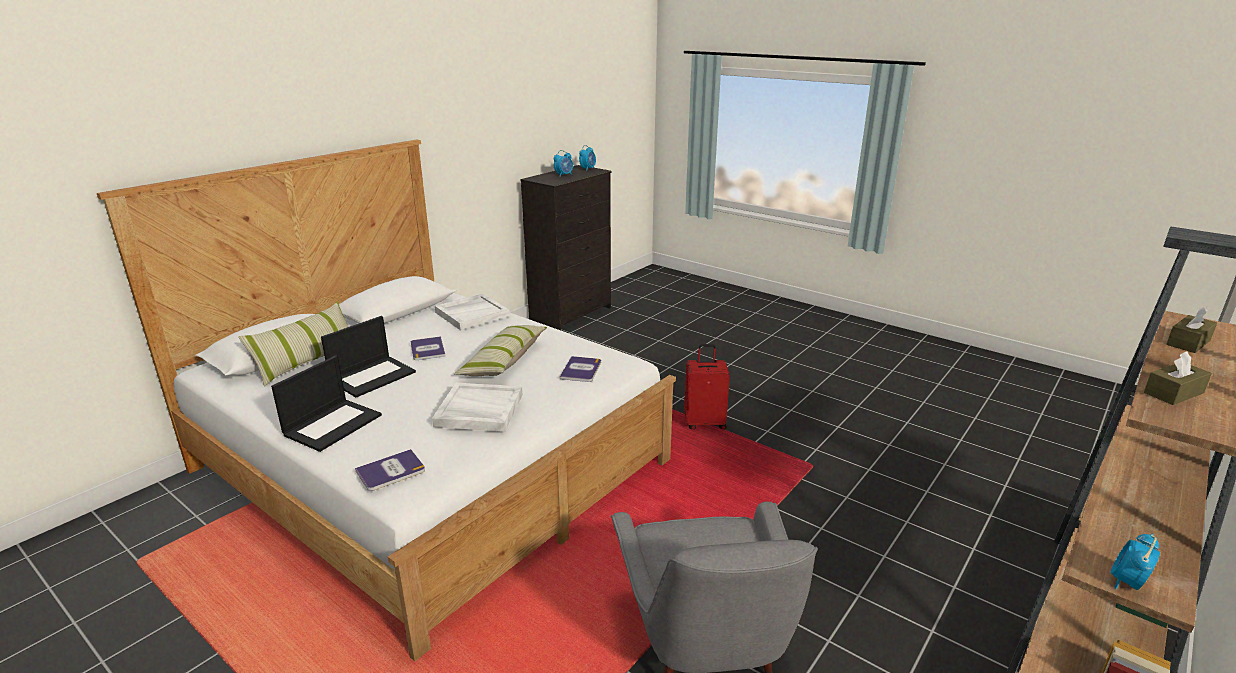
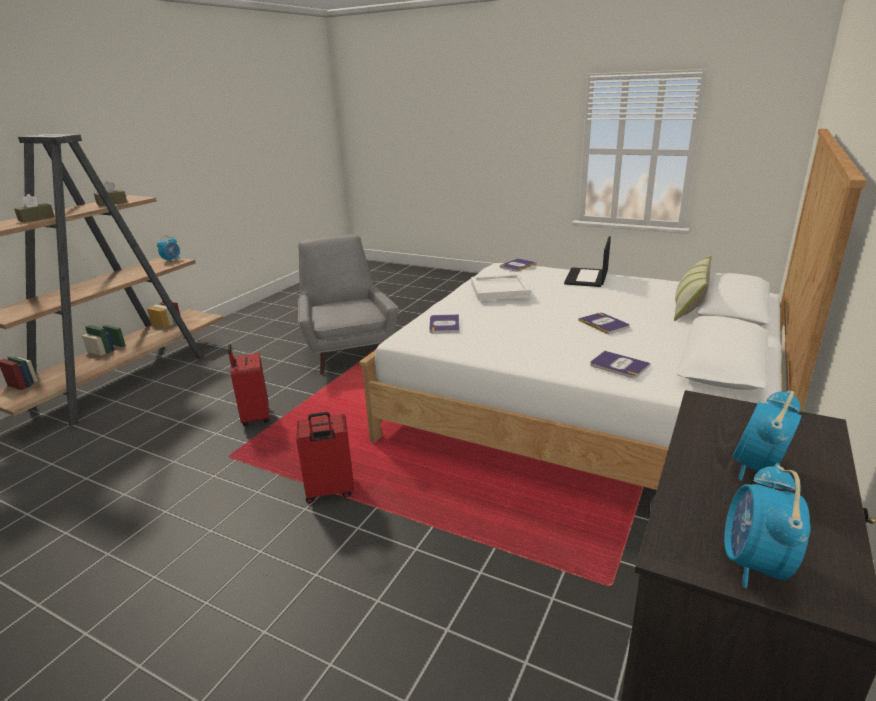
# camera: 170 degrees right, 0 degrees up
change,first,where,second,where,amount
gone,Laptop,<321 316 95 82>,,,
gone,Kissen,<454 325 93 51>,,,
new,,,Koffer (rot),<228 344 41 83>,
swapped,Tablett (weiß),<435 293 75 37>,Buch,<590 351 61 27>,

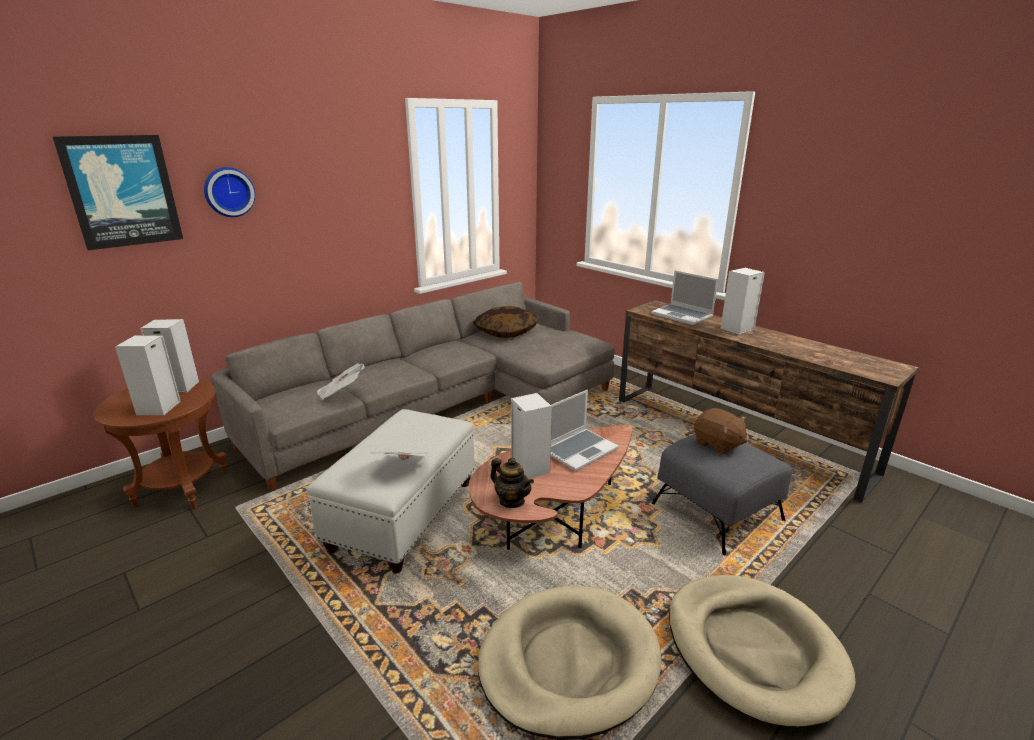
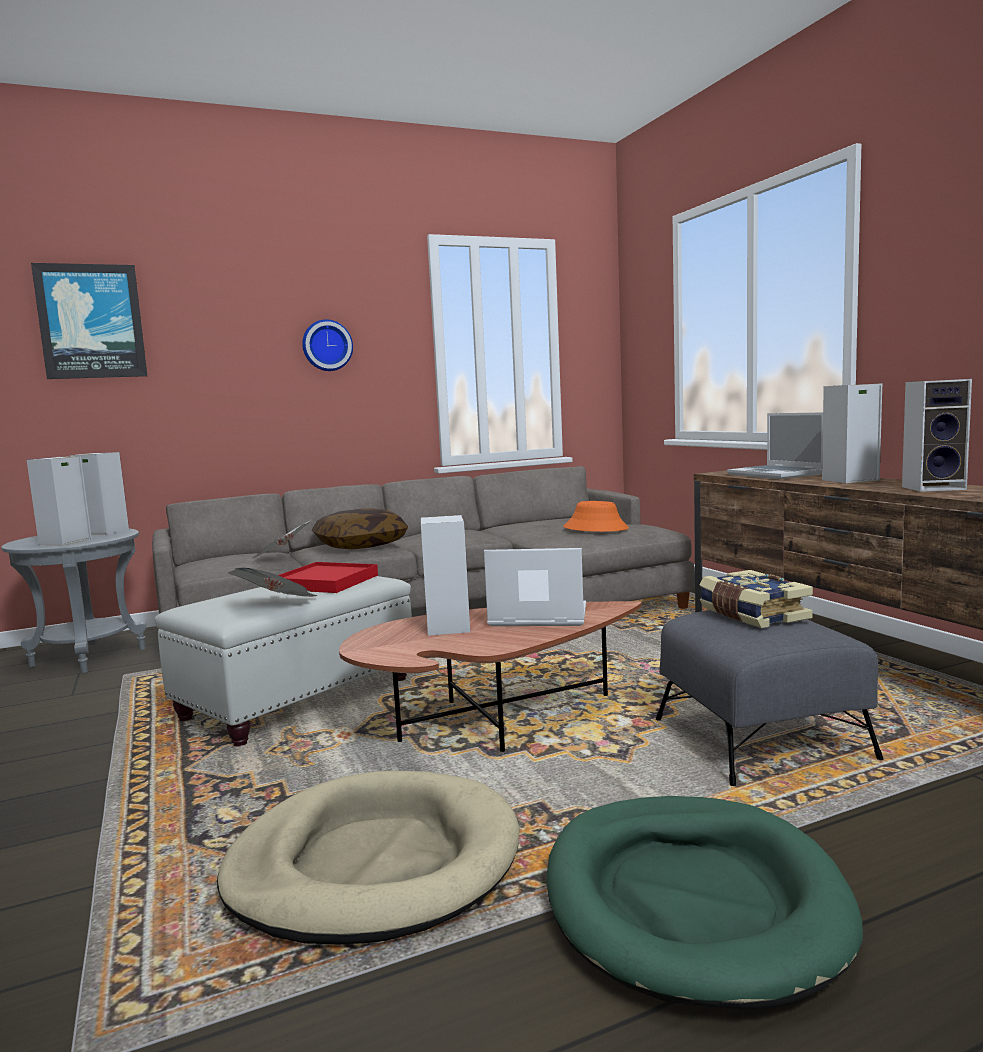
# camera: 20 degrees right, 15 degrees down
change,first,where,second,where,amount
gone,Teekanne,<491 458 43 50>,,,
new,,,Tablett (rot),<279 562 99 31>,
new,,,Hut (orange),<563 501 66 31>,
new,,,Lautsprecher,<902 379 70 113>,
shifted,Wanduhr,<204 167 51 50>,,<302 319 51 52>,
shifted,Kissen,<473 306 66 32>,,<312 508 96 41>,
swapped,Plüschtier (braun),<694 408 53 47>,Buch,<700 570 113 58>,
repainted,Beistelltisch (braun),<93 379 135 130>,Beistelltisch (grau),<1 529 145 144>,
repainted,Hundebett (beige),<669 575 187 153>,Hundebett (grün),<546 796 317 213>,
rotated,Laptop,<551 390 68 81>,,<484 548 102 78>,150 degrees counterclockwise

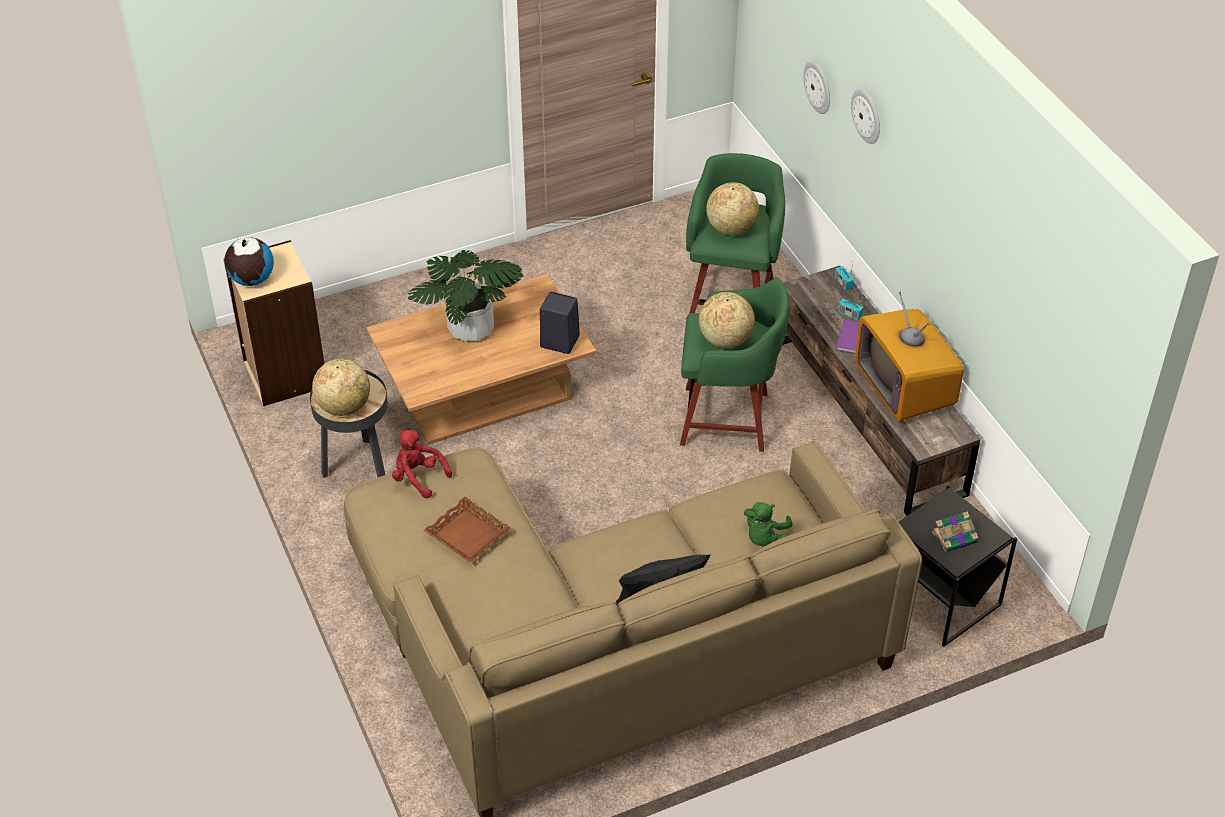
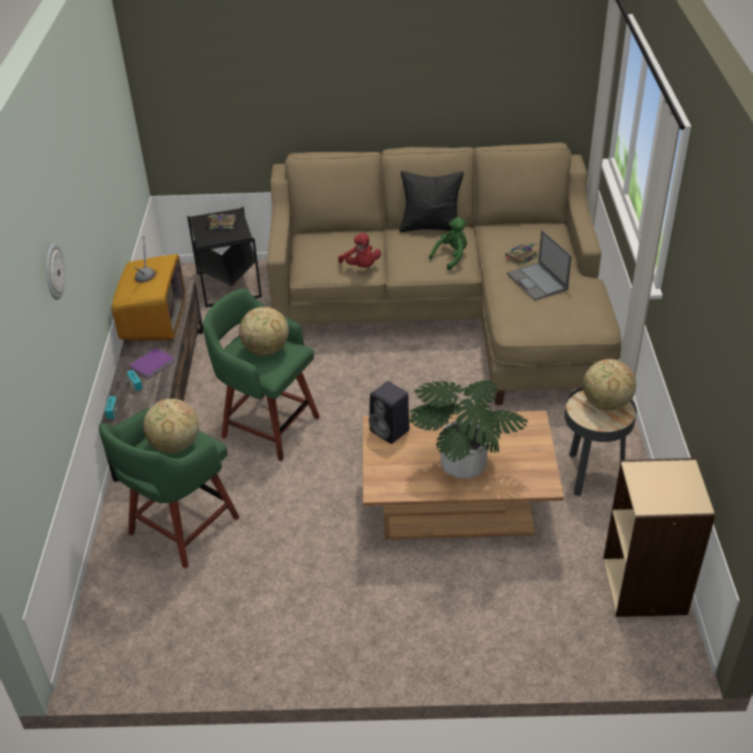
# camera: 155 degrees left, 5 degrees down
change,first,where,second,where,amount
gone,Globus,<224 237 50 49>,,,
gone,Wanduhr,<803 62 27 52>,,,
new,,,Buch,<505 242 33 24>,
shifted,Plüschtier (rot),<392 430 60 68>,,<338 233 43 34>,
shifted,Plüschtier (grün),<744 502 48 44>,,<429 217 38 53>,
swapped,Tablett (braun),<423 497 88 66>,Laptop,<507 230 65 71>,

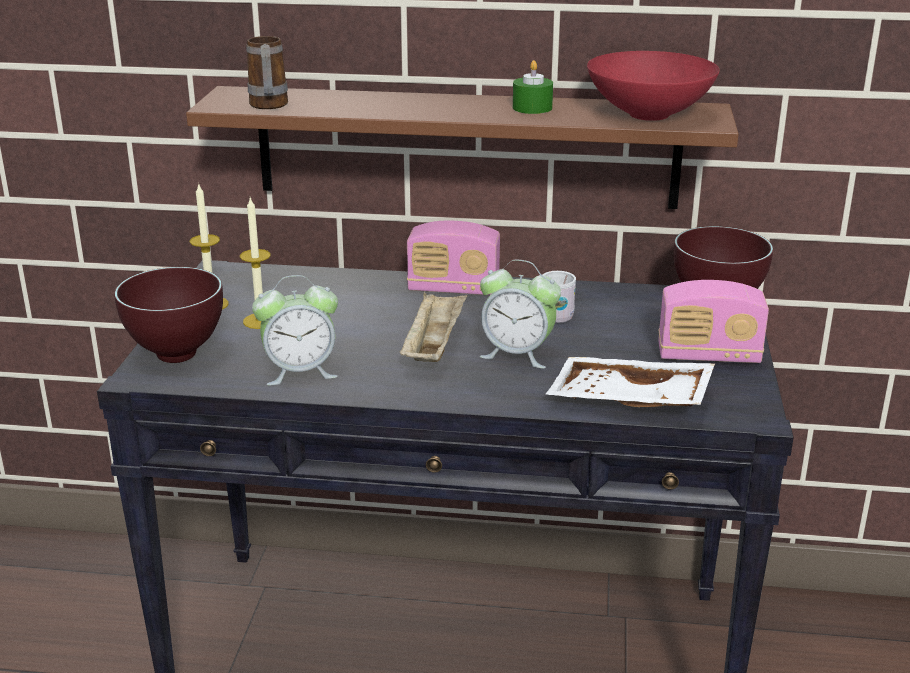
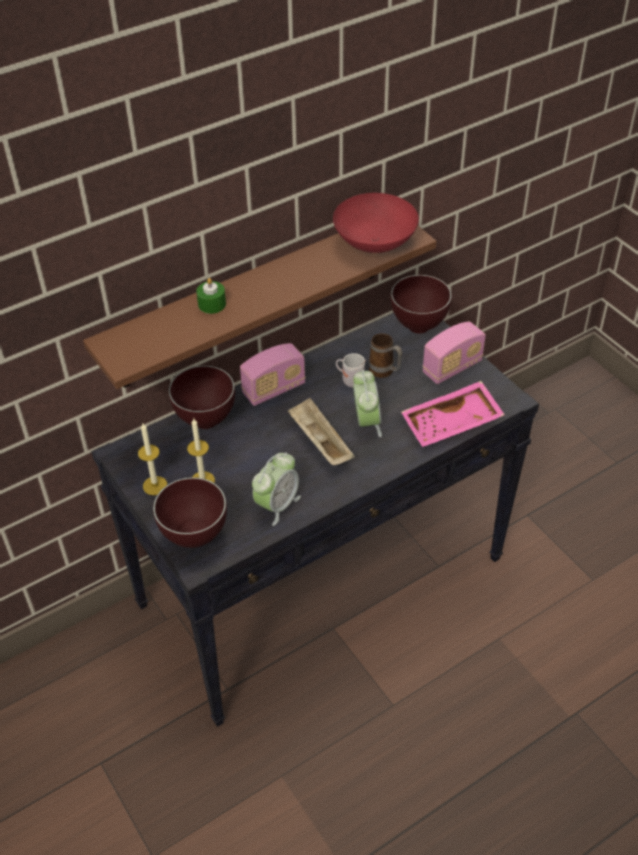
# camera: 40 degrees left, 20 degrees up
change,first,where,second,where,amount
new,,,Schüssel (braun),<169 366 66 63>,
shifted,Henkelbecher,<246 36 42 73>,,<369 333 34 45>,
shifted,Kerze (grün),<513 60 40 54>,,<196 278 30 36>,
repainted,Tablett (weiß),<545 357 170 50>,Tablett (rosa),<401 381 104 66>,
rotated,Wecker,<480 260 81 108>,,<353 370 29 67>,75 degrees counterclockwise

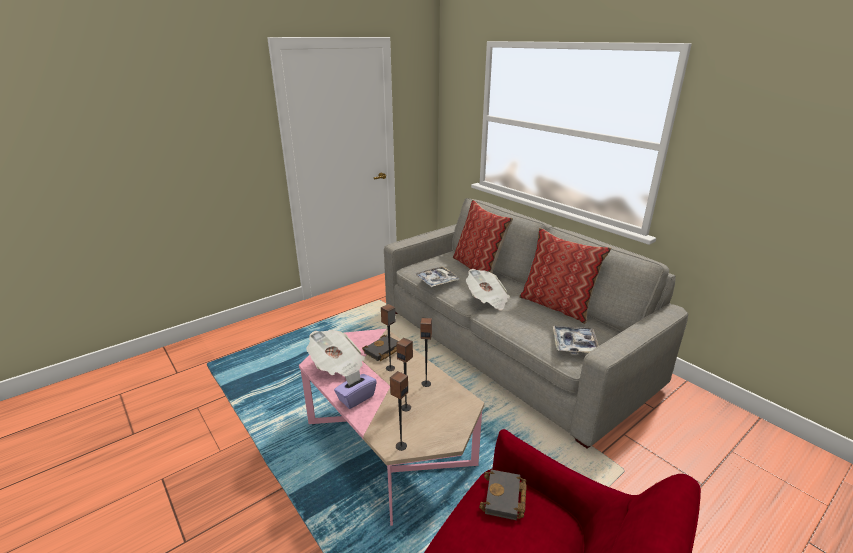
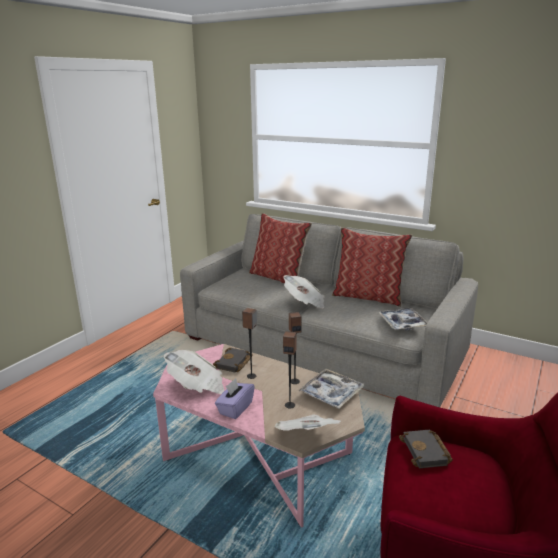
# camera: 20 degrees left, 5 degrees down
change,first,where,second,where,amount
shifted,Tablett,<415 266 45 21>,,<298 369 66 40>,
swapped,Lautsprecher,<390 371 18 80>,Zeitung,<275 414 66 17>,

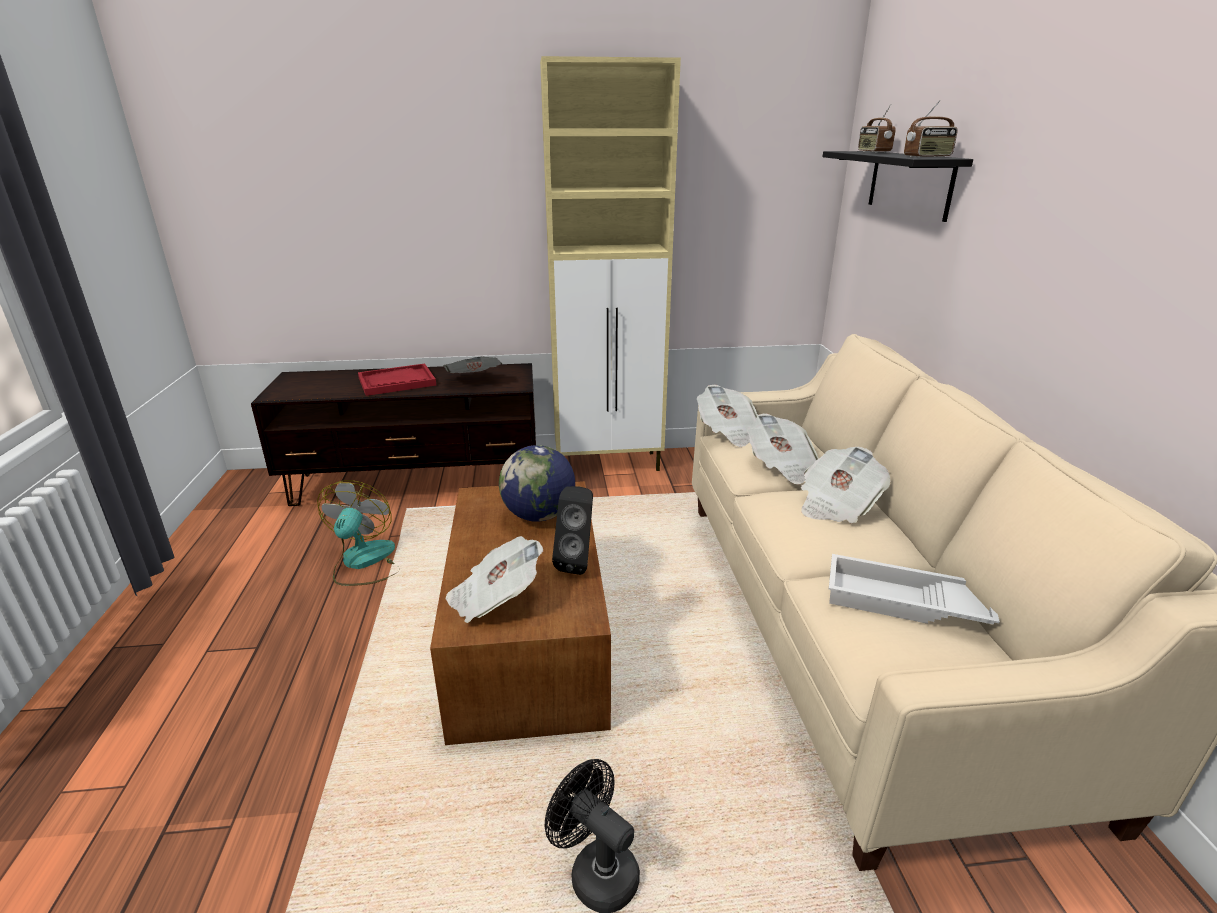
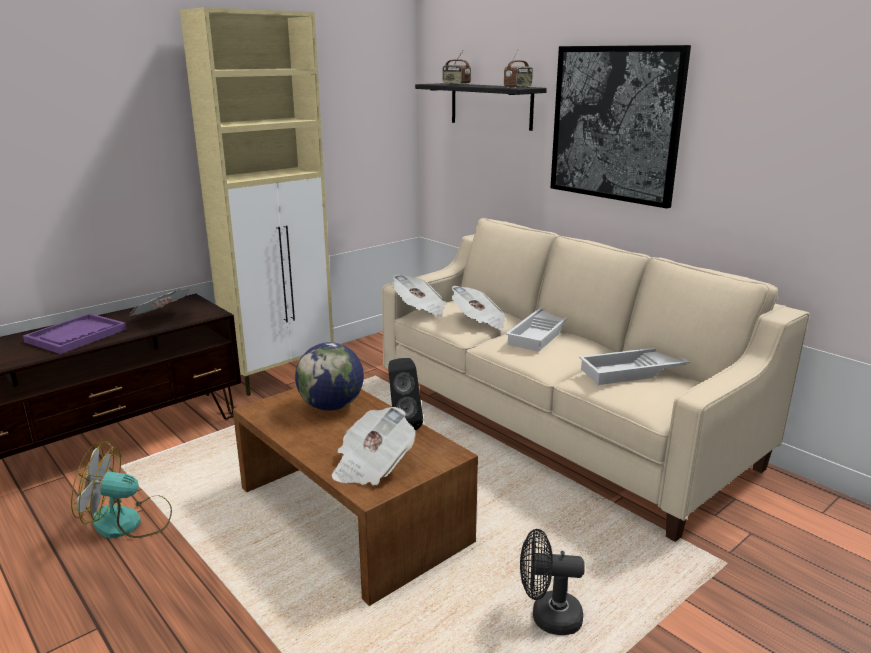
# camera: 35 degrees left, 5 degrees down
change,first,where,second,where,amount
new,,,Bild,<550 45 141 164>,
swapped,Zeitung,<801 447 89 76>,Tablett (weiß),<505 307 63 45>,
repainted,Tablett (rot),<358 363 78 33>,Tablett (lila),<23 313 104 41>,
rotated,Ventilator,<317 480 83 106>,,<71 441 101 97>,60 degrees counterclockwise

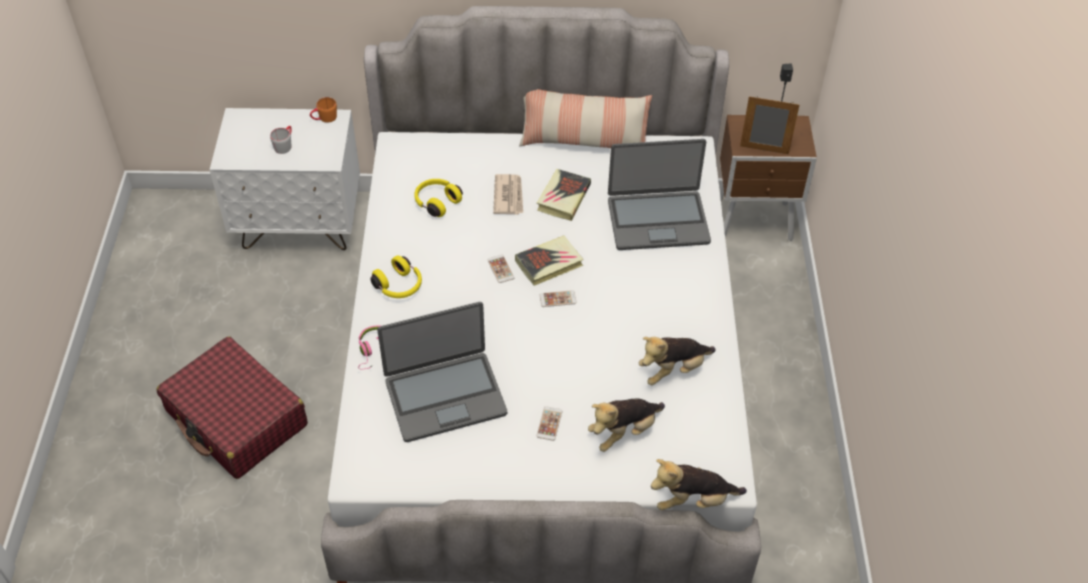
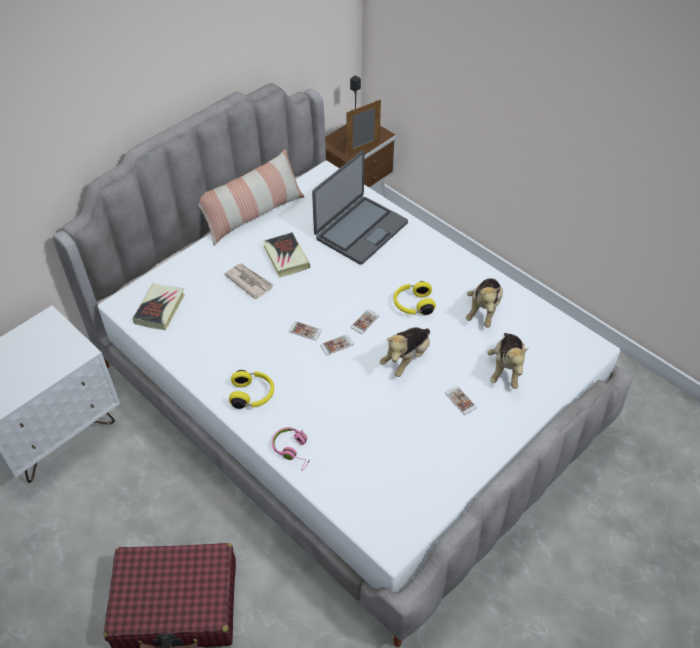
# camera: 45 degrees left, 0 degrees up
change,first,where,second,where,amount
gone,Henkelbecher (grau),<270 126 22 28>,,,
gone,Henkelbecher (orange),<310 97 27 26>,,,
gone,Laptop,<377 302 130 140>,,,
new,,,Handy,<320 334 34 21>,
shifted,Kopfhörer (gelb),<414 179 49 38>,,<393 281 43 34>,
shifted,Buch,<515 235 68 51>,,<133 283 52 47>,
shifted,Plüschtier,<651 459 96 51>,,<380 327 50 50>,

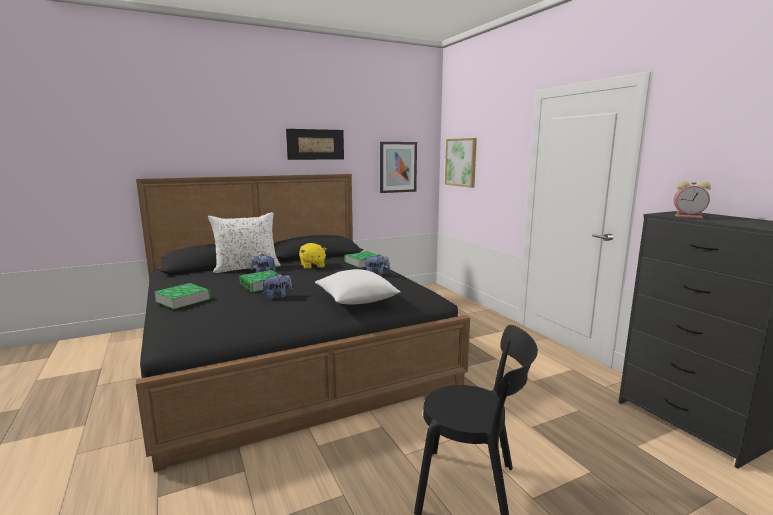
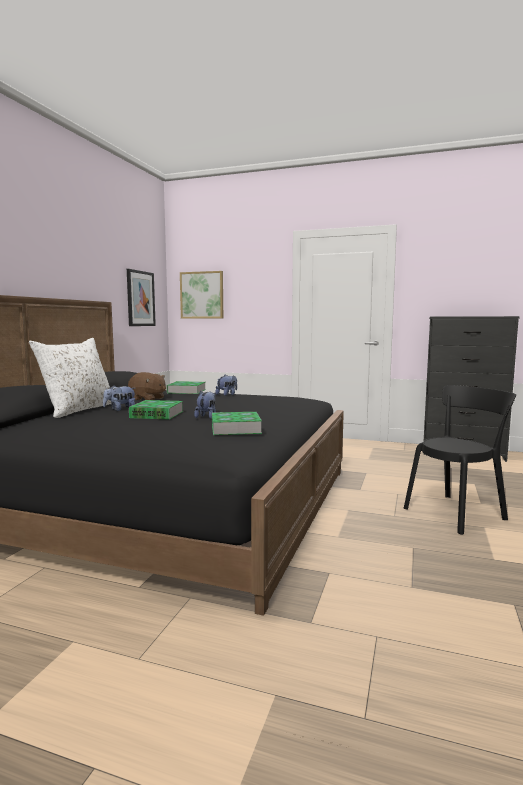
# camera: 45 degrees left, 5 degrees down
change,first,where,second,where,amount
gone,Bild,<286 129 58 31>,,,
gone,Kissen (weiß),<315 269 85 35>,,,
gone,Wecker,<674 181 37 37>,,,
shifted,Buch,<154 283 57 26>,,<212 412 50 23>,
repainted,Plüschtier (gelb),<299 243 28 26>,Plüschtier (braun),<128 372 38 28>,

